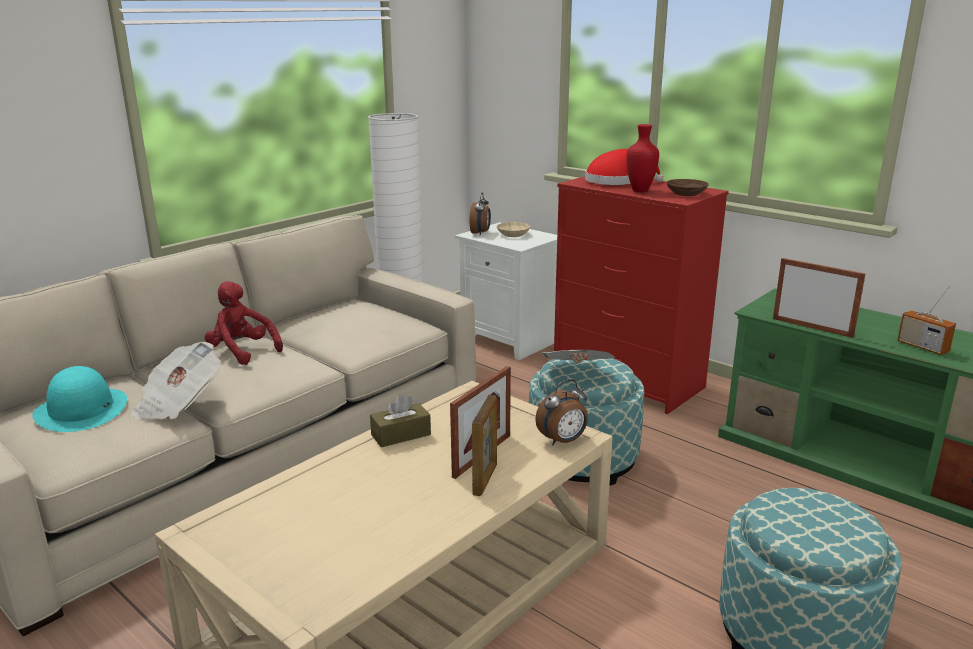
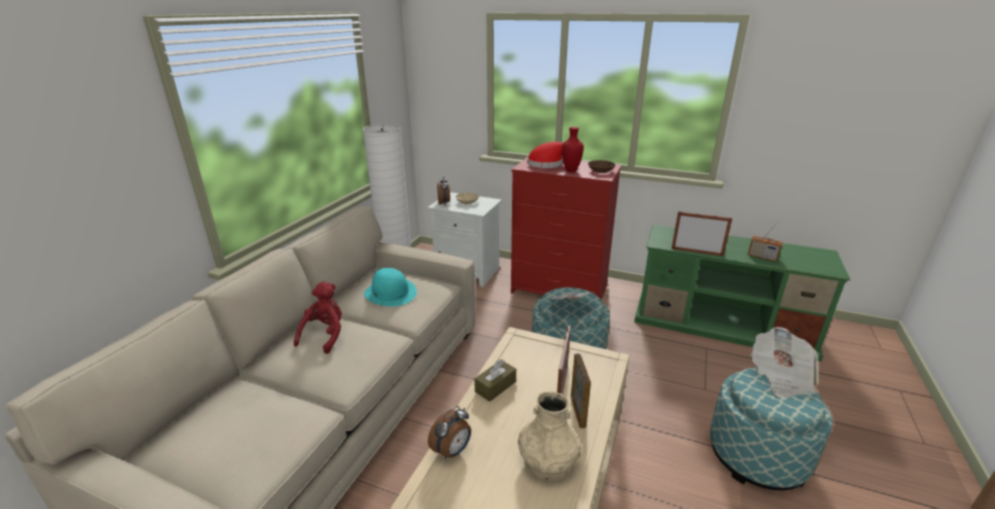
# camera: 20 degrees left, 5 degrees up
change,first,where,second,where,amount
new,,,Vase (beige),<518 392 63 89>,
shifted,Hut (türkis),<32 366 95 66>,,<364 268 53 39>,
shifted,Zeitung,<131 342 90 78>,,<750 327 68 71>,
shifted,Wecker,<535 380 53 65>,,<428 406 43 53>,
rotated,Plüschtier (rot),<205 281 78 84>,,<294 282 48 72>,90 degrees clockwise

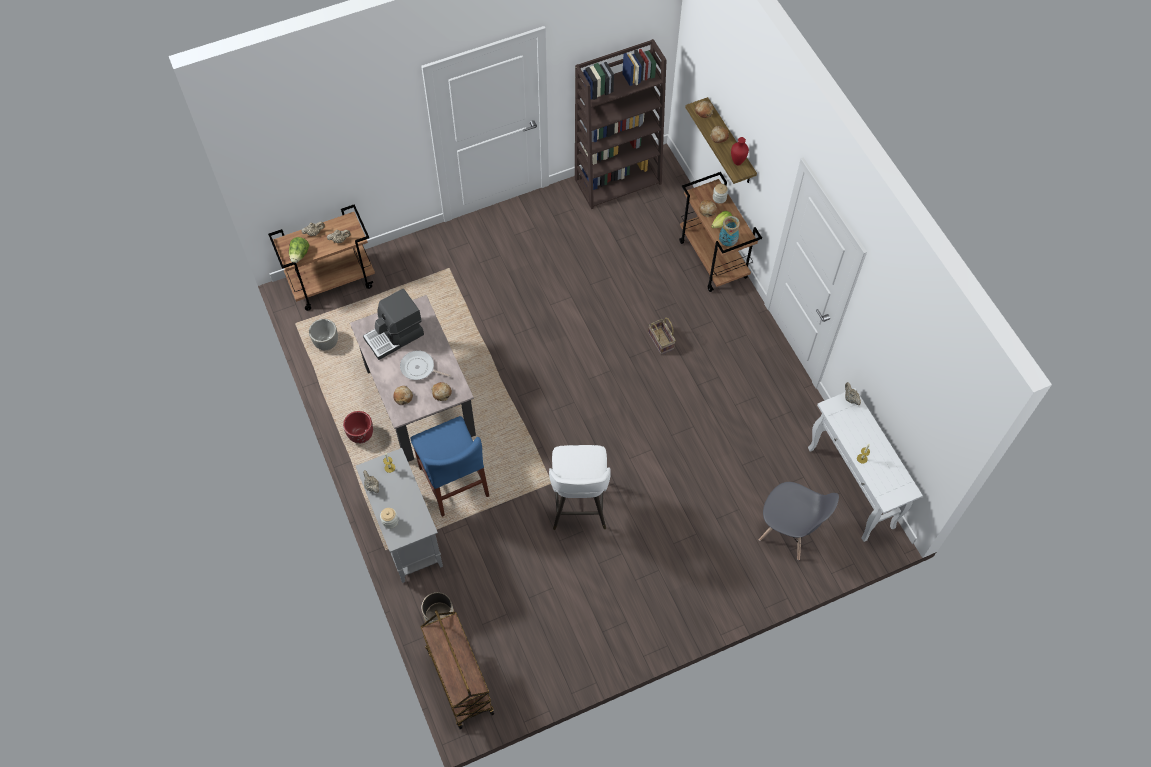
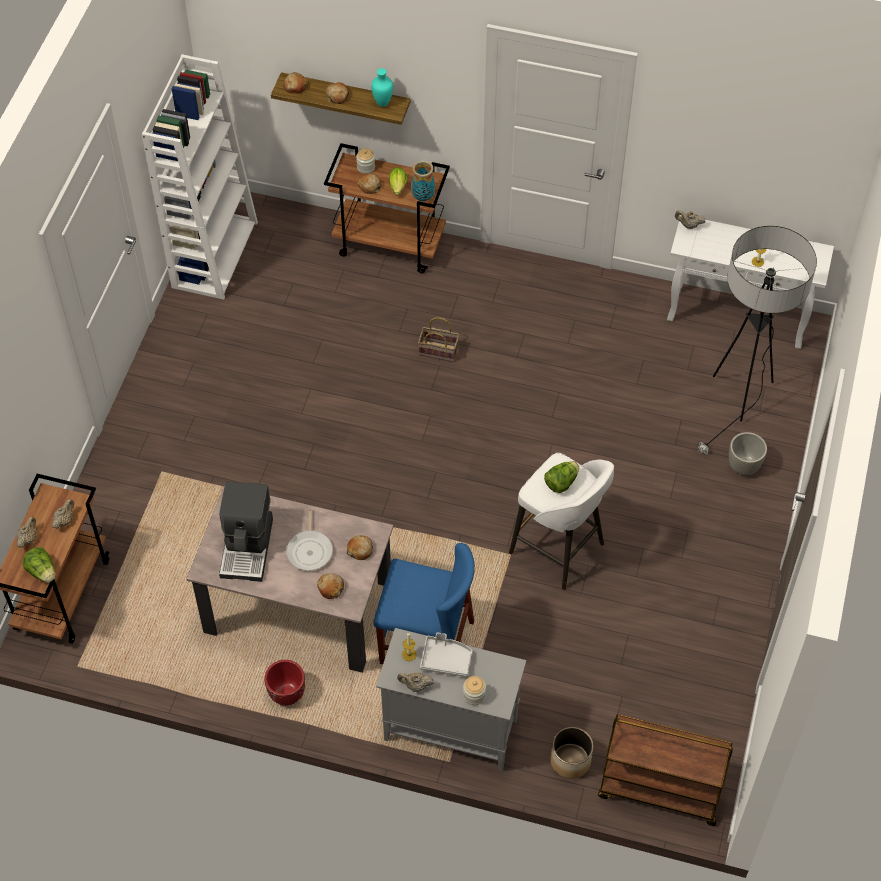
# camera: 50 degrees left, 5 degrees down
change,first,where,second,where,amount
new,,,Tablett (grau),<420 632 52 45>,
new,,,Salatkopf,<544 461 35 32>,
shifted,Pflanzkübel (grau),<309 319 29 31>,,<729 432 38 43>,
swapped,Stuhl (grau),<759 482 80 78>,Stehlampe,<697 226 120 228>,
repainted,Bücherregal (braun),<575 39 92 170>,Bücherregal (weiß),<142 54 116 246>,
repainted,Vase (rot),<731 137 18 28>,Vase (türkis),<371 68 22 39>,
rotated,Pfanne,<400 351 51 29>,,<286 509 47 62>,60 degrees counterclockwise

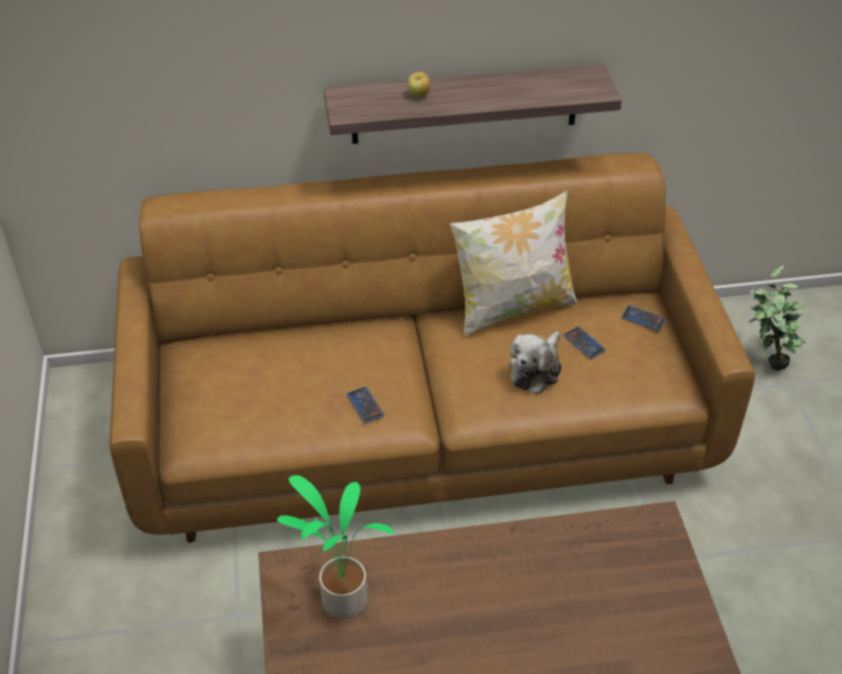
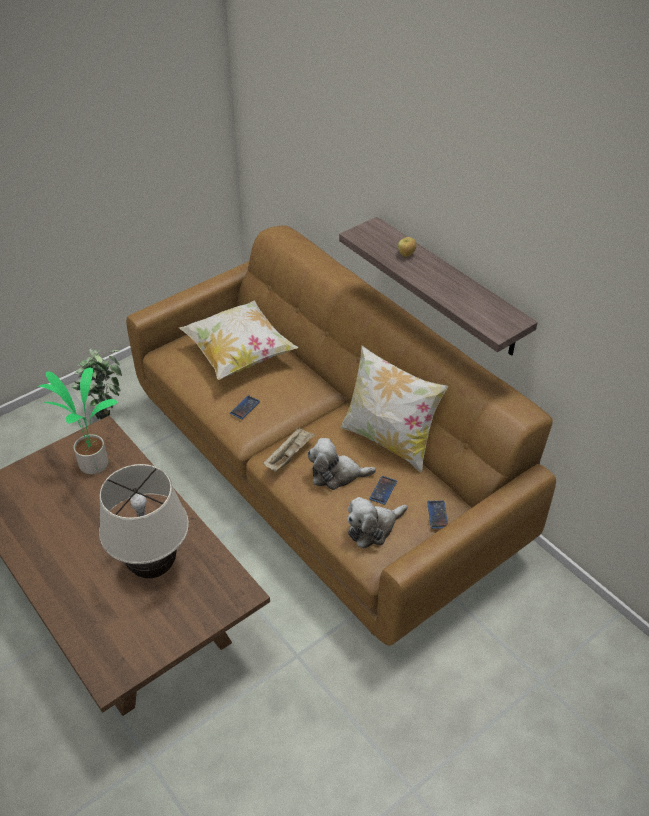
# camera: 60 degrees right, 0 degrees up
change,first,where,second,where,amount
new,,,Tischlampe (beige),<99 464 90 114>,
new,,,Kissen,<179 300 120 80>,
new,,,Tablett (beige),<263 427 52 44>,
new,,,Plüschtier,<347 497 61 52>,
shifted,Topfpflanze,<749 265 56 106>,,<71 348 51 71>,

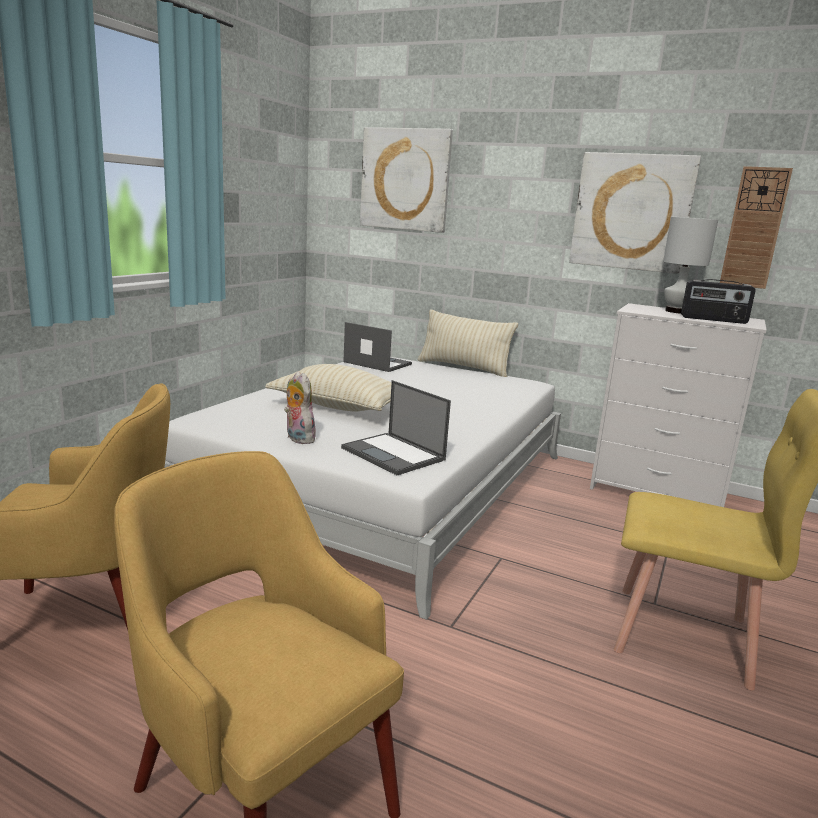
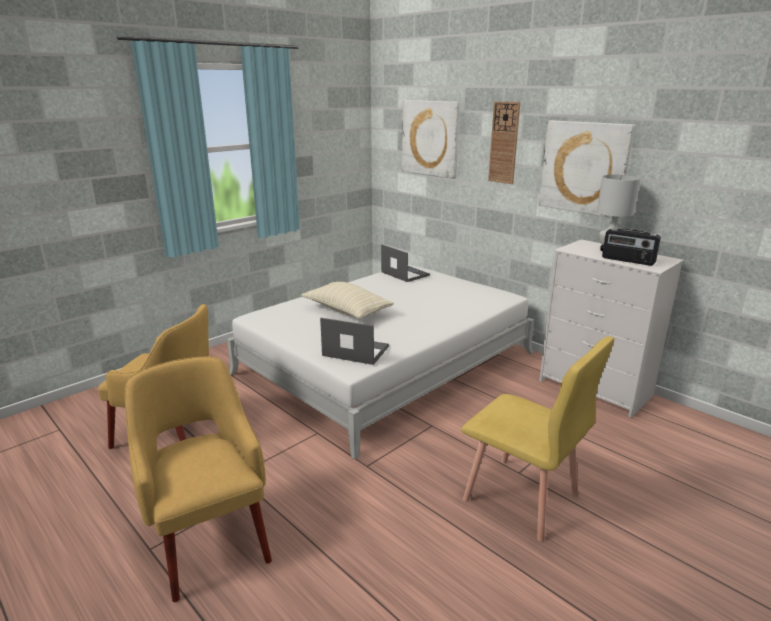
# camera: 20 degrees right, 5 degrees up
change,first,where,second,where,amount
gone,Plüschtier,<284 371 32 73>,,,
gone,Kissen (beige),<418 309 100 68>,,,
shifted,Wanduhr,<720 166 73 123>,,<488 102 32 82>,
rotated,Laptop,<341 380 110 95>,,<320 318 69 47>,135 degrees clockwise

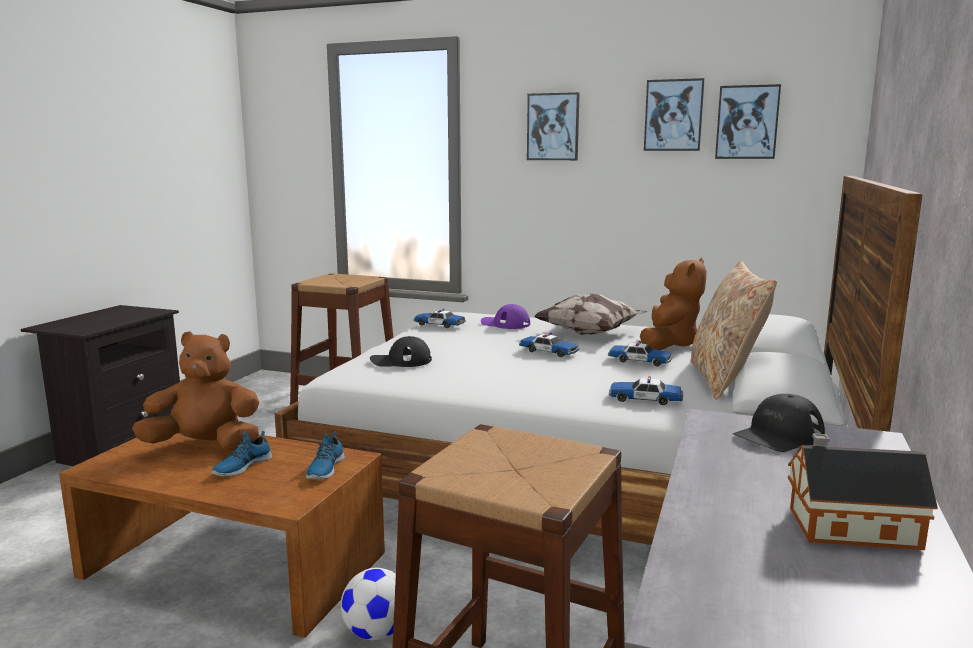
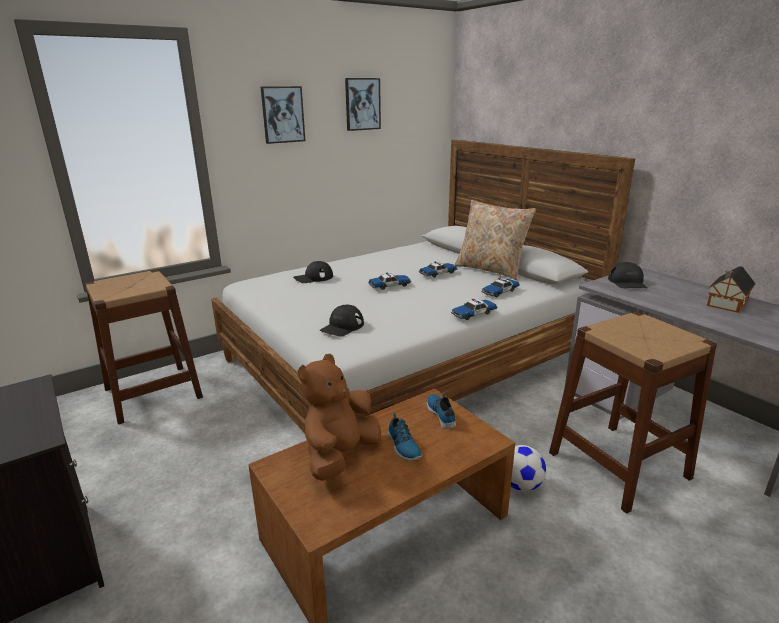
# camera: 55 degrees left, 10 degrees up
change,first,where,second,where,amount
gone,Kissen,<535 293 113 42>,,,
gone,Plüschtier (braun),<640 258 67 92>,,,
gone,Bild,<715 84 66 75>,,,
shifted,Spielzeugauto,<413 309 53 19>,,<451 299 46 21>,
repainted,Kappe (lila),<481 304 49 25>,Kappe (schwarz),<293 261 40 22>,
rotated,Schuh,<306 431 39 48>,,<427 393 29 36>,150 degrees counterclockwise

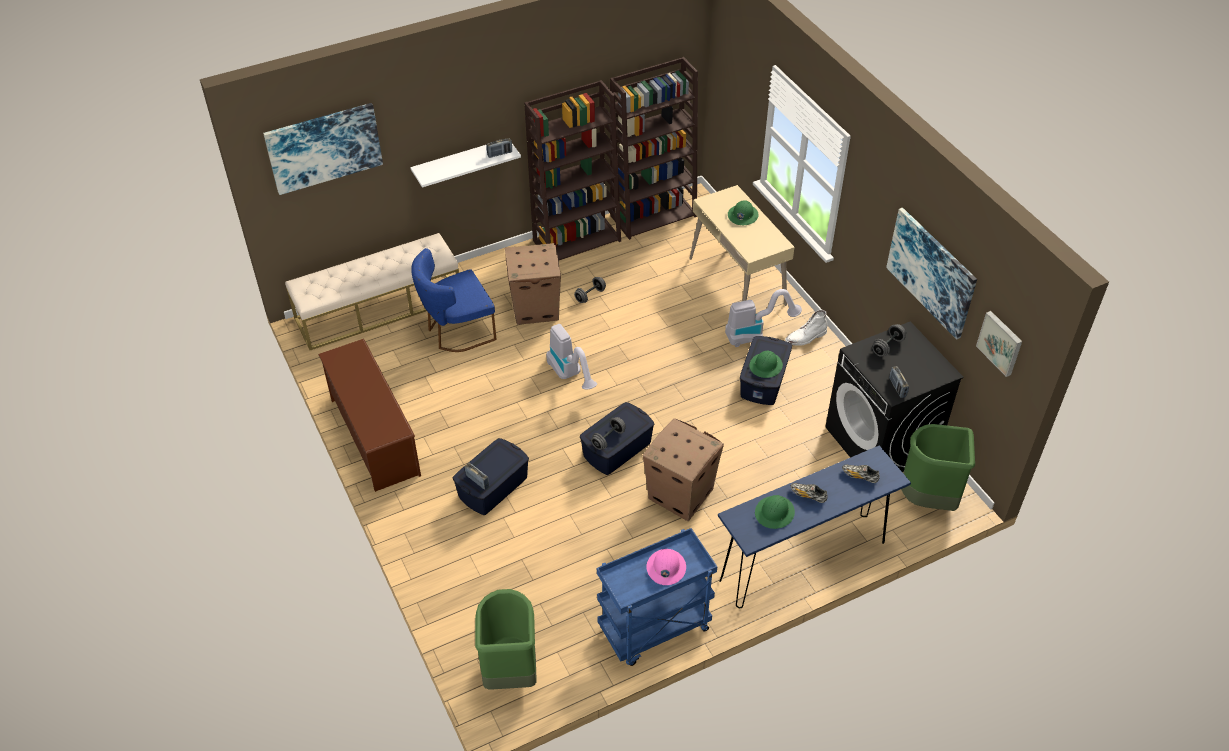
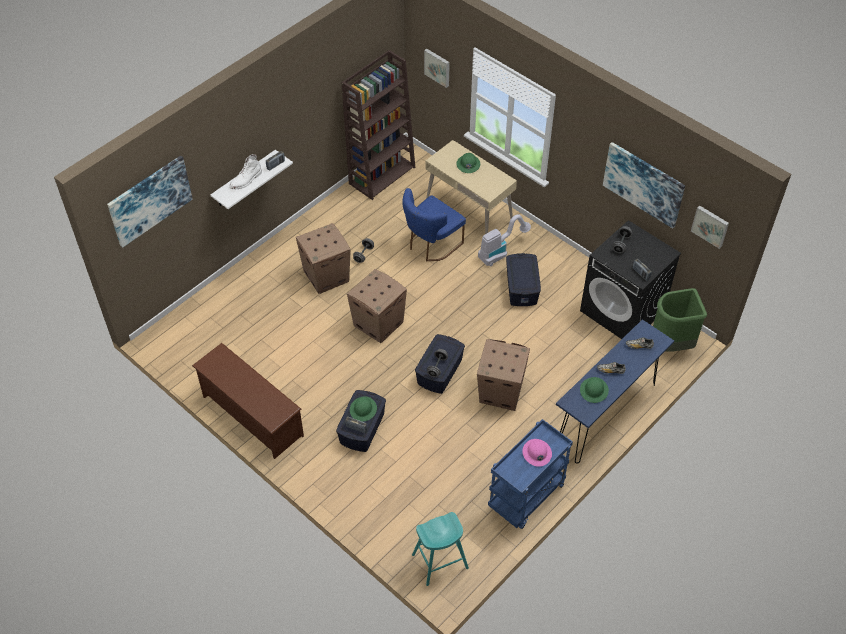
# camera: 20 degrees left, 5 degrees up
change,first,where,second,where,amount
gone,Bank (beige),<285 233 174 117>,,,
gone,Bücherregal (braun),<524 80 97 181>,,,
new,,,Bild,<424 49 26 39>,
shifted,Stuhl (blau),<411 248 86 104>,,<402 188 64 73>,
shifted,Schutzhelm (grün),<750 350 33 28>,,<350 396 27 26>,
shifted,Stiefel (weiß),<785 310 42 36>,,<229 154 33 35>,
swapped,Mülleimer (grün),<475 589 62 101>,Hocker (türkis),<412 512 57 74>,
swapped,Staubsauger,<546 324 51 65>,Karton,<347 269 60 74>,

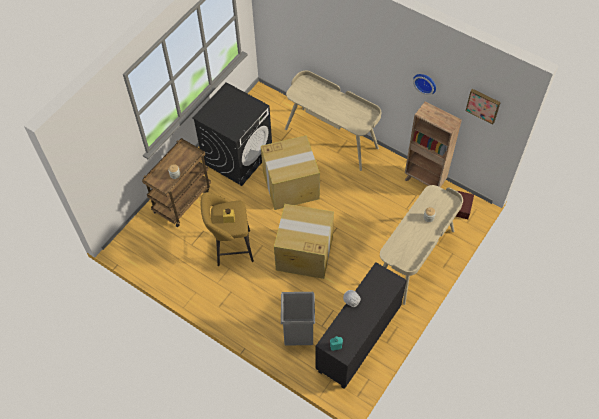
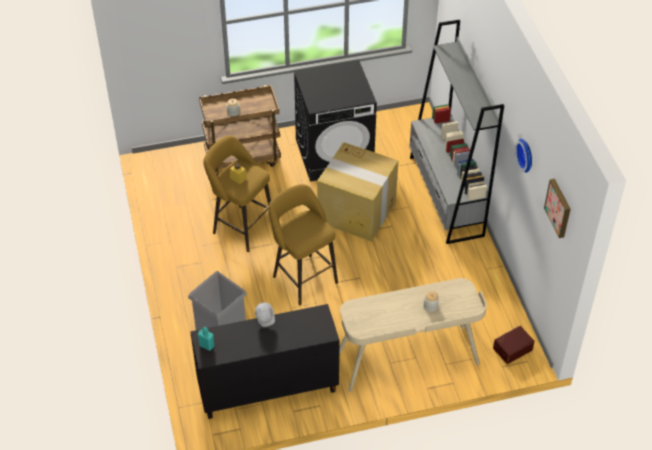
# camera: 40 degrees right, 10 degrees down
change,first,where,second,where,amount
gone,Bücherregal (braun),<405 102 57 85>,,,
swapped,Karton,<274 204 60 75>,Hocker (gelb),<268 184 70 121>,
swapped,Schreibtisch (beige),<285 70 96 101>,Bücherregal (grau),<409 20 95 224>,

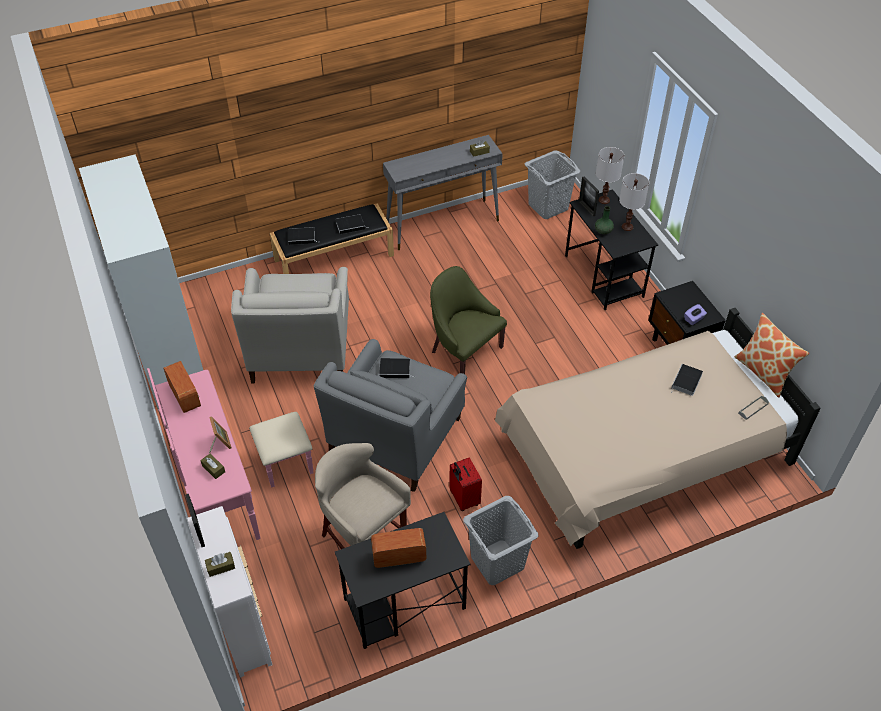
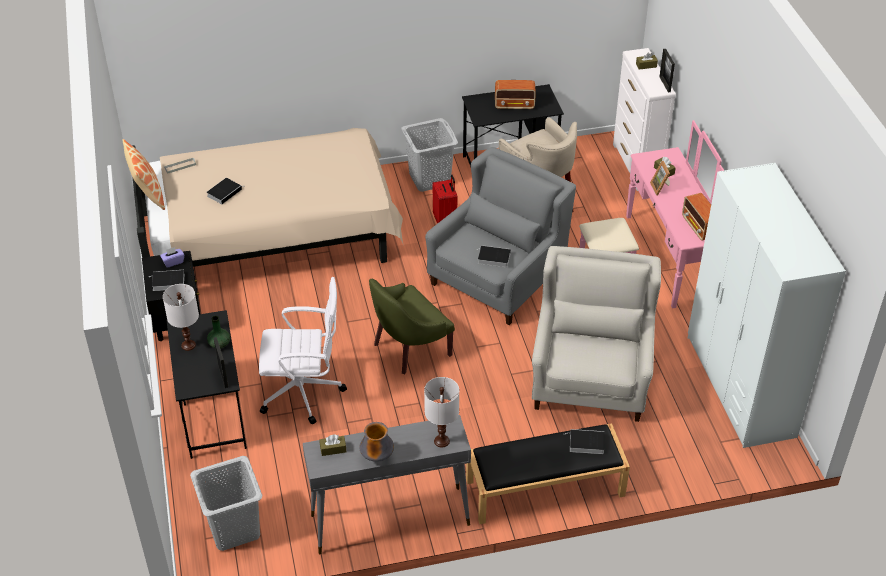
# camera: 170 degrees left, 5 degrees down
change,first,where,second,where,amount
new,,,Bürostuhl (weiß),<259 277 88 147>,
new,,,Vase,<359 422 35 40>,
shifted,Buch,<336 214 30 20>,,<149 270 35 21>,
shifted,Tischlampe (weiß),<596 147 28 57>,,<424 377 35 71>,
rotated,Sessel (grün),<430 266 77 108>,,<369 279 86 95>,90 degrees clockwise

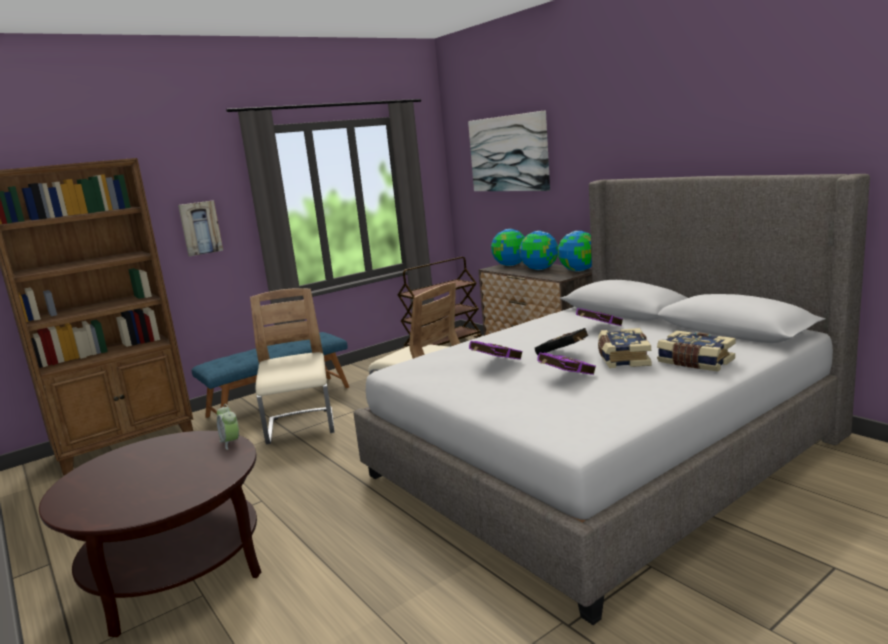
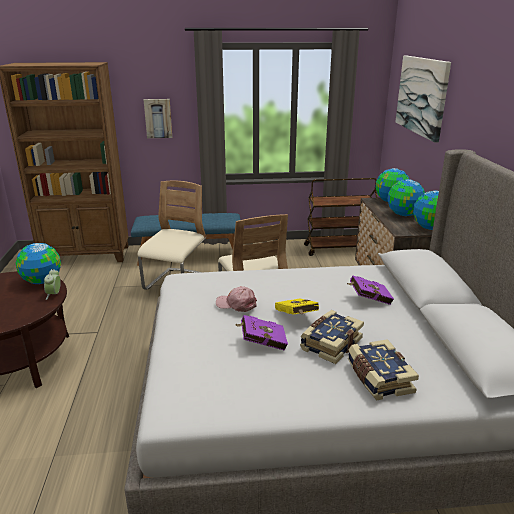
# camera: 30 degrees right, 10 degrees up
change,first,where,second,where,amount
new,,,Globus,<16 243 45 41>,
swapped,Buch (lila),<469 341 54 19>,Kappe (rosa),<216 286 41 26>,
repainted,Buch (schwarz),<535 328 54 27>,Buch (gelb),<275 298 44 16>,

